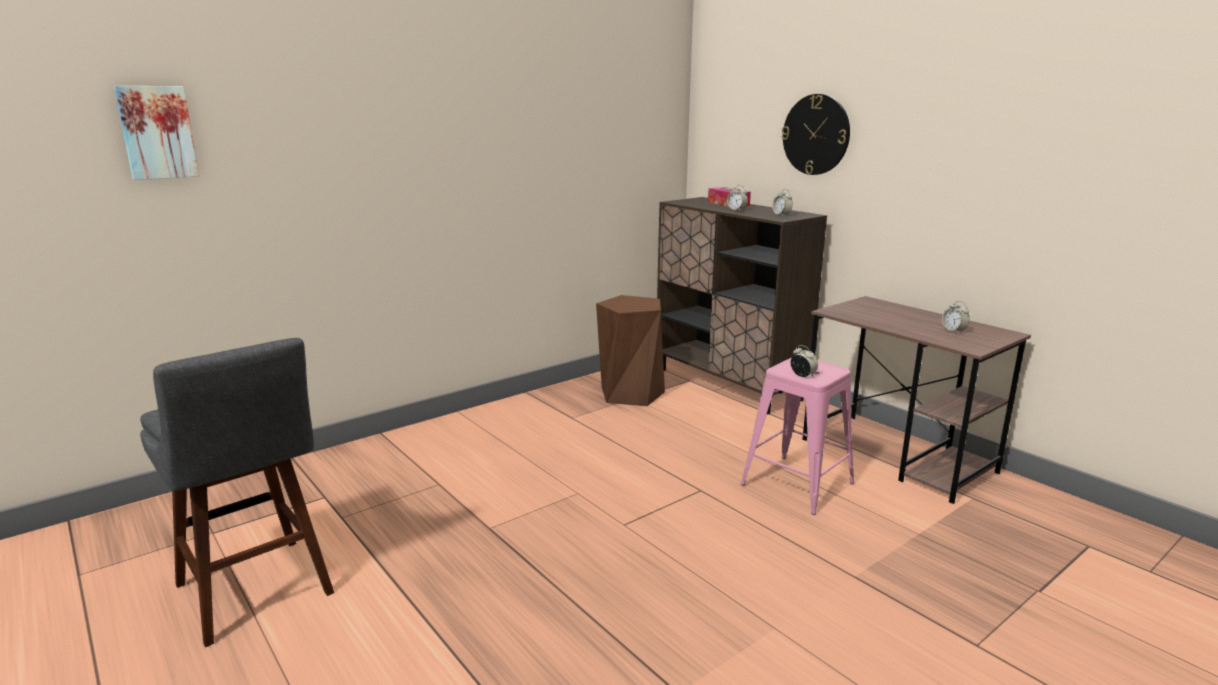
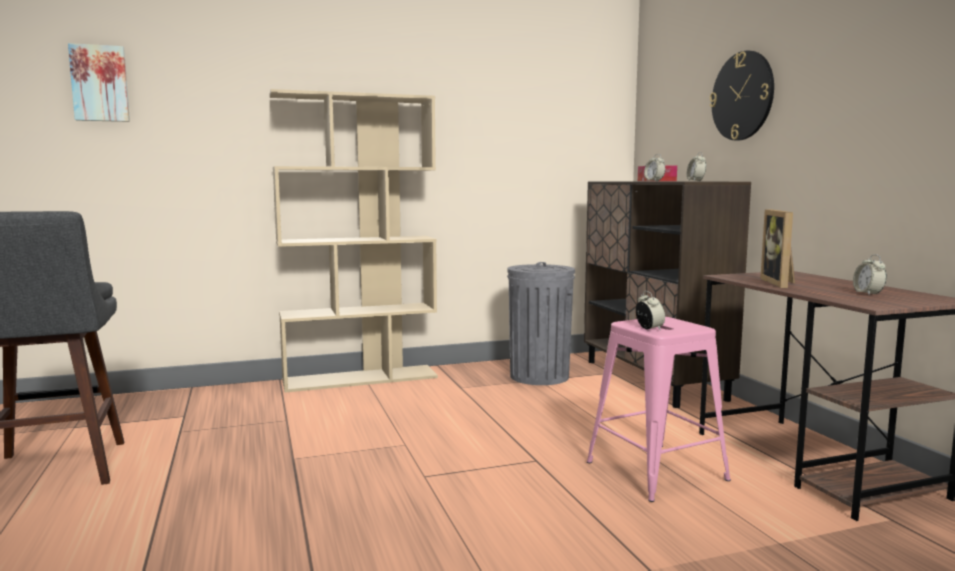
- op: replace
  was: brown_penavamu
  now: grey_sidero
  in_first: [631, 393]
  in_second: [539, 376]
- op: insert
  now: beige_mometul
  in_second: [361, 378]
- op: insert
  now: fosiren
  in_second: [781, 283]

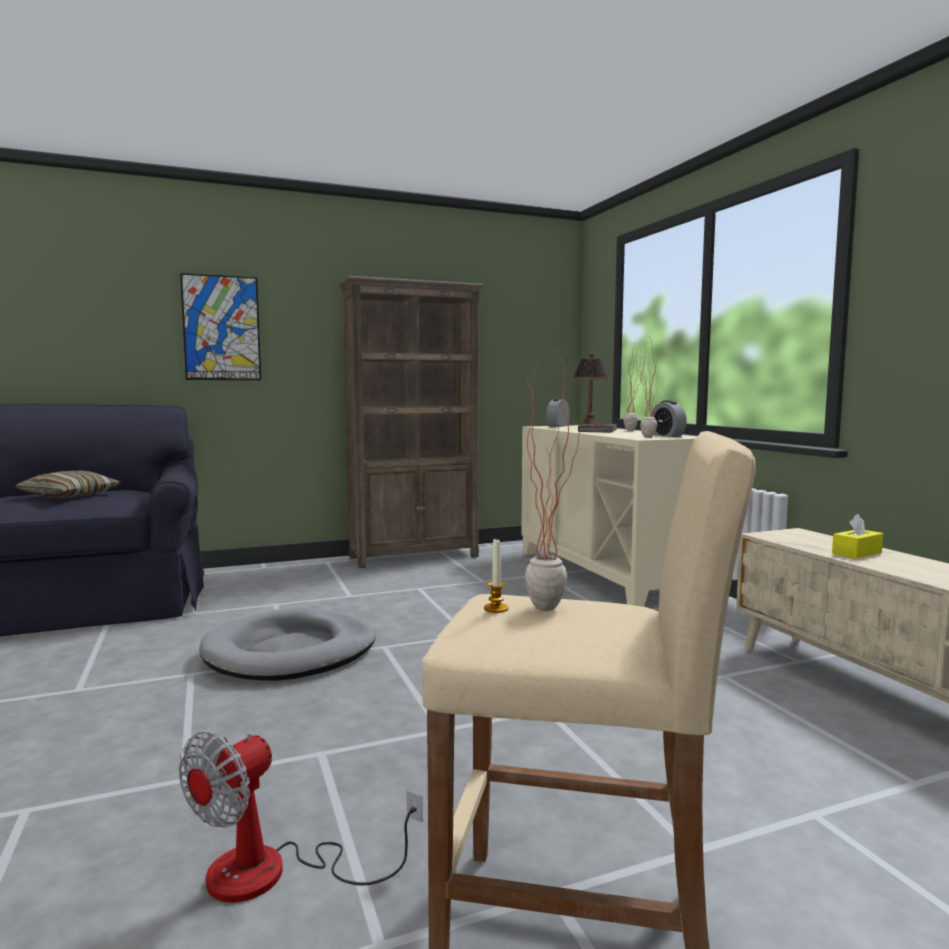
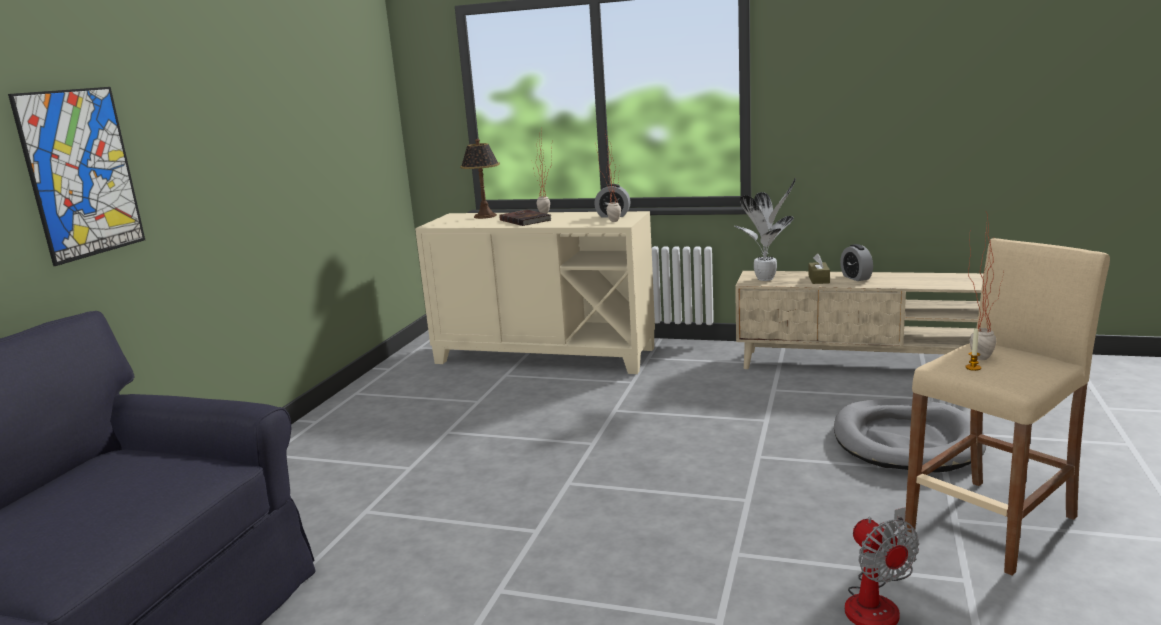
- op: delete
  was: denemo
  in_first: [70, 496]
- op: move
  was: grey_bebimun
  in_first: [291, 652]
  in_second: [906, 441]
- op: delete
  was: brown_mometul
  in_first: [415, 556]
- op: move
  was: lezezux
  in_first: [558, 426]
  in_second: [856, 277]
- op: recolor
  was: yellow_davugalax
  now: brown_davugalax
  in_first: [856, 553]
  in_second: [818, 279]
- op: insert
  now: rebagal
  in_second: [767, 279]

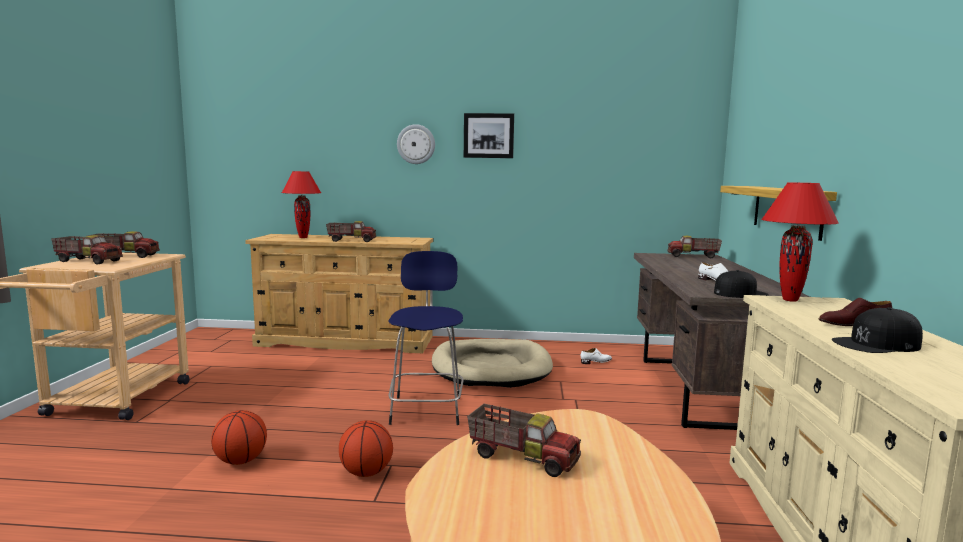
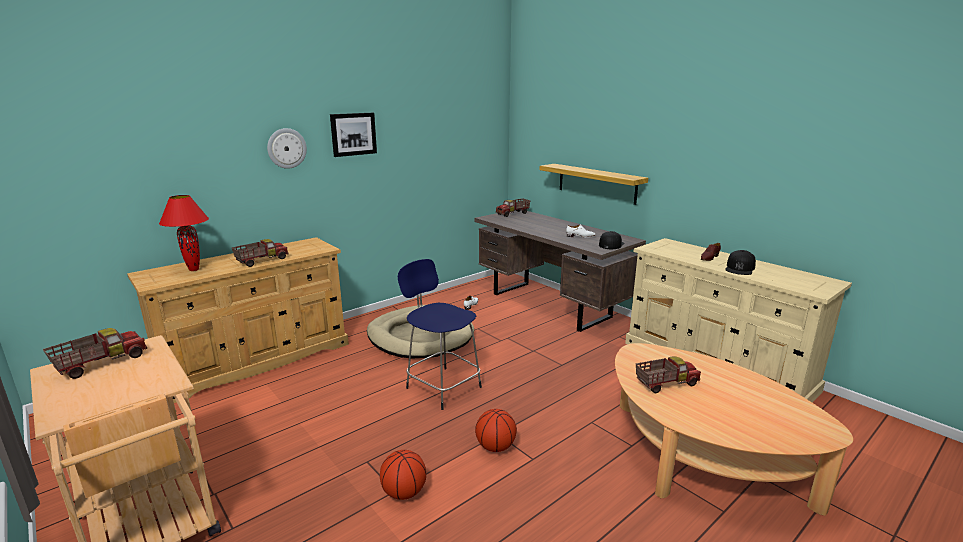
- op: delete
  was: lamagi
  in_first: [89, 261]
- op: delete
  was: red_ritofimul
  in_first: [791, 300]

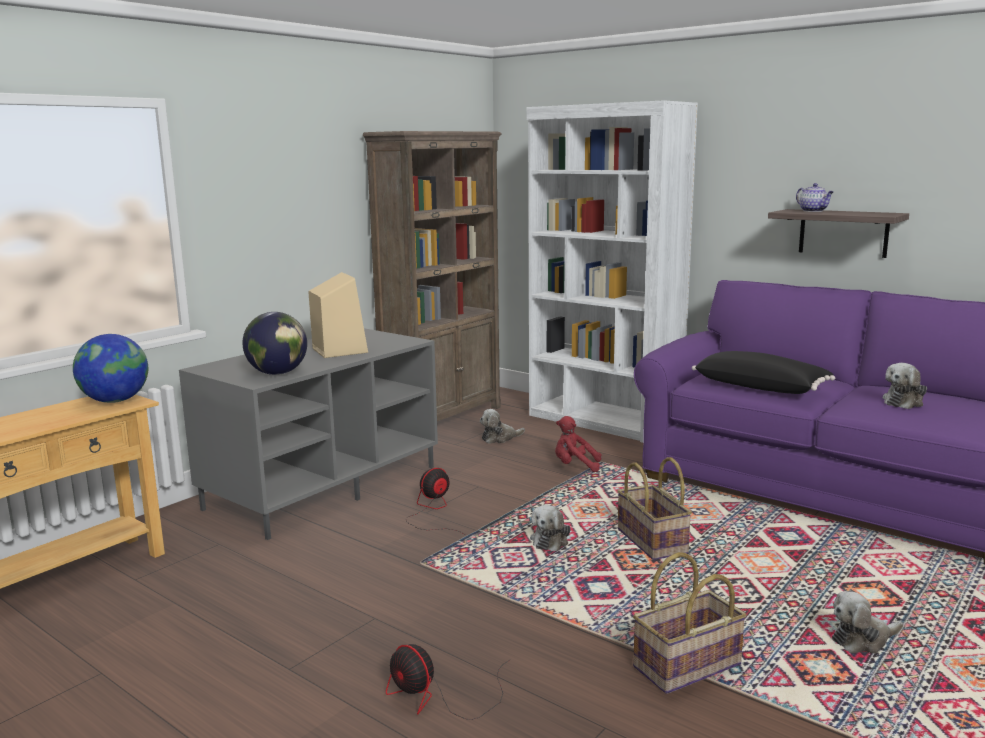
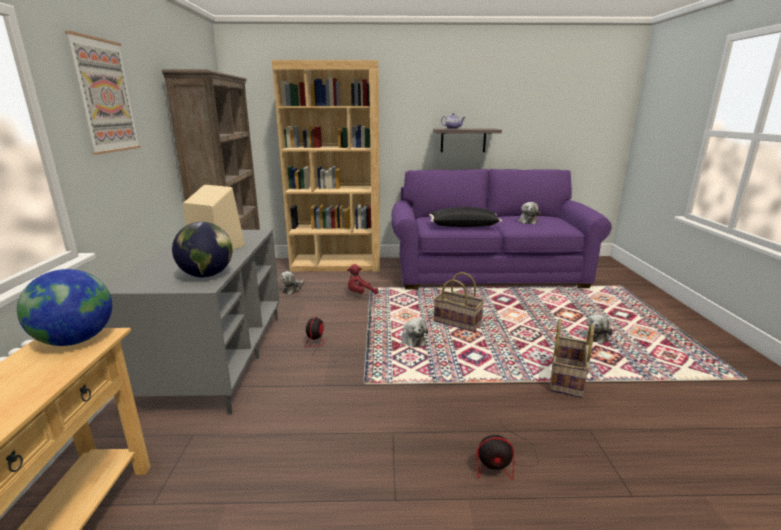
- op: recolor
  was: white_mometul
  now: brown_mometul
  in_first: [603, 421]
  in_second: [337, 265]
- op: insert
  now: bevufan
  in_second: [105, 96]

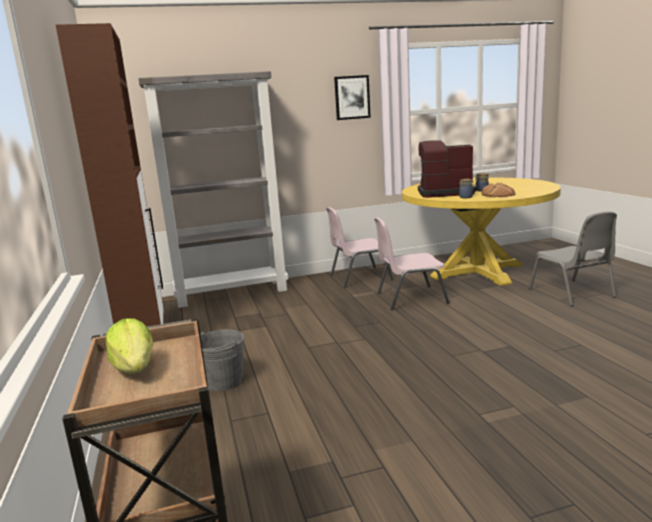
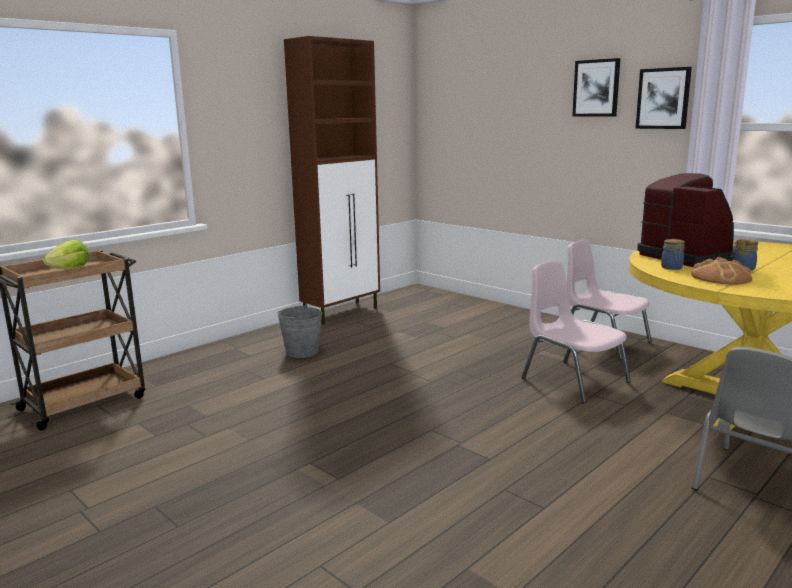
- op: delete
  was: grey_mometul
  in_first: [232, 293]
- op: insert
  now: bevufan
  in_second: [596, 88]

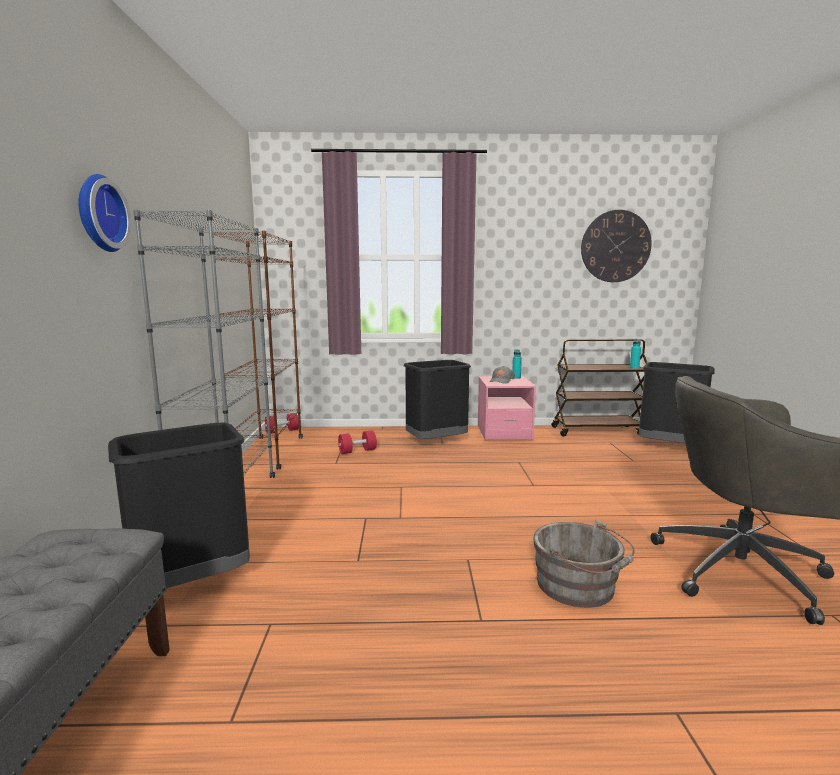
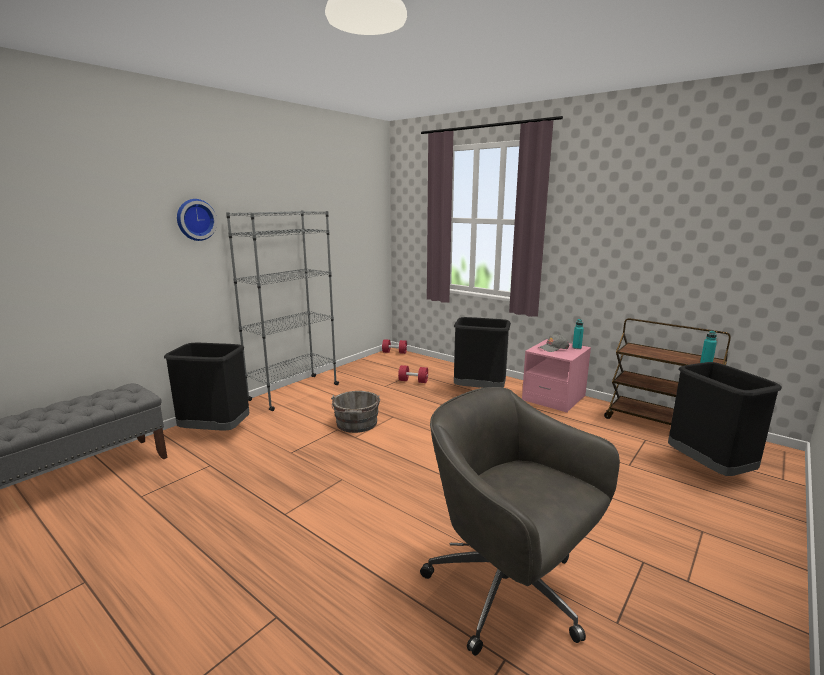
- op: delete
  was: brown_mometul
  in_first: [268, 453]
- op: move
  was: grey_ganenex
  in_first: [579, 587]
  in_second: [356, 424]
- op: delete
  was: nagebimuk
  in_first: [615, 246]

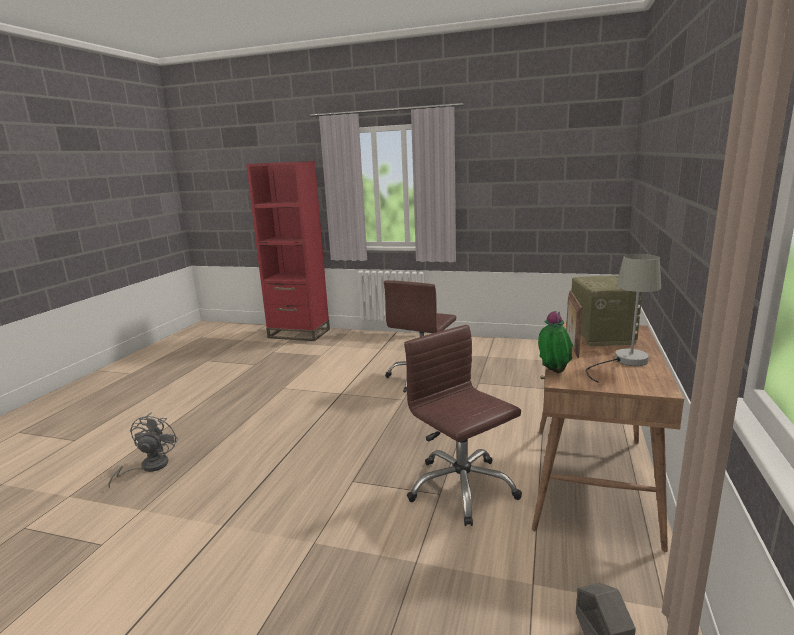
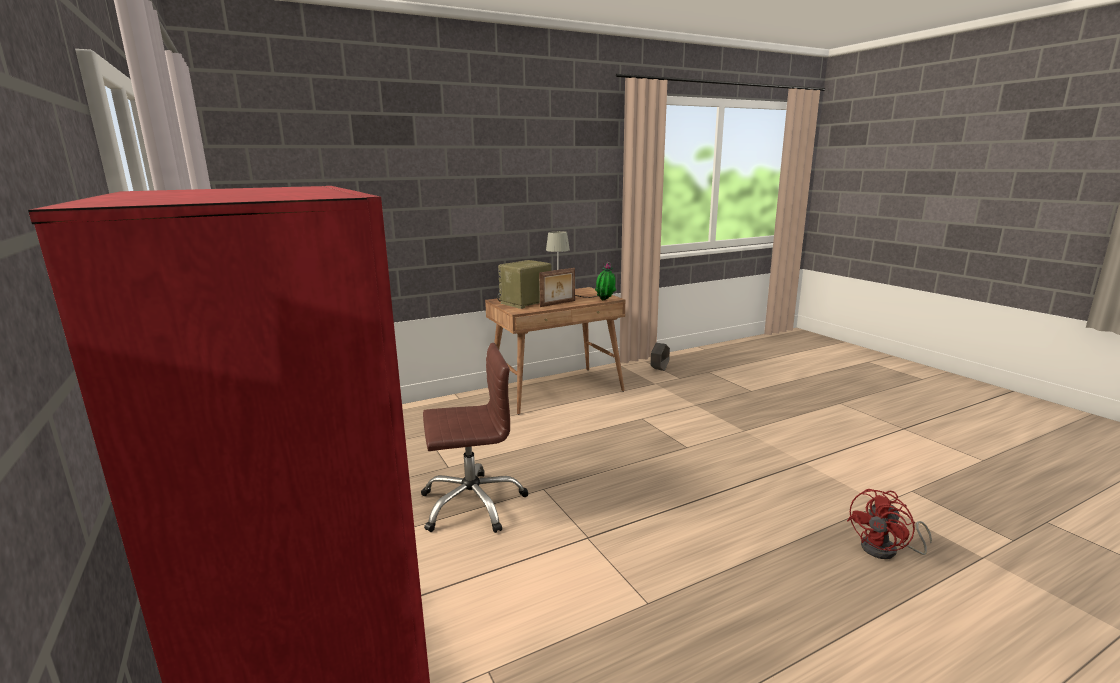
- op: recolor
  was: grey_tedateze
  now: red_tedateze
  in_first: [149, 467]
  in_second: [886, 550]
- op: delete
  was: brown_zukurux
  in_first: [461, 488]

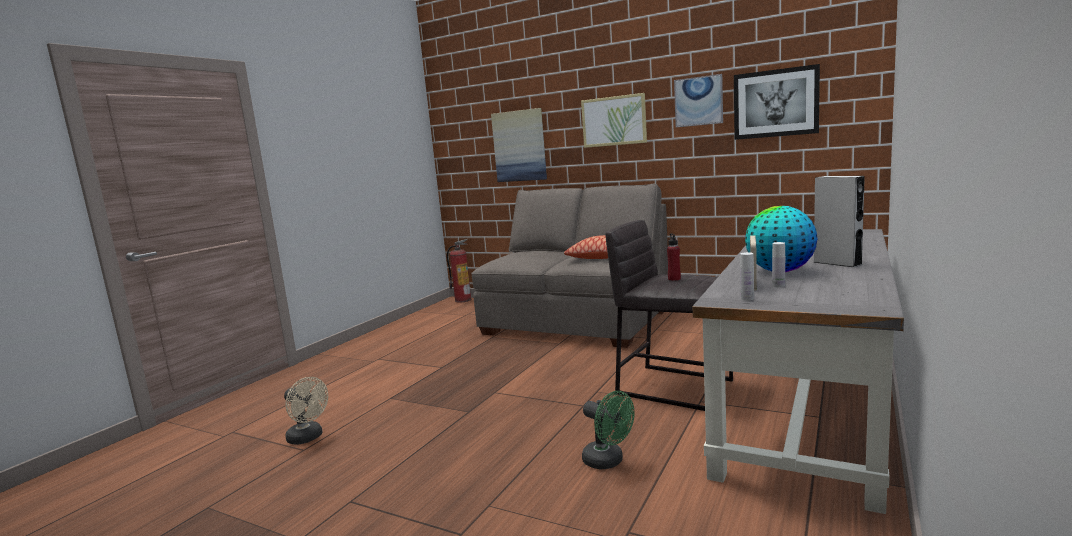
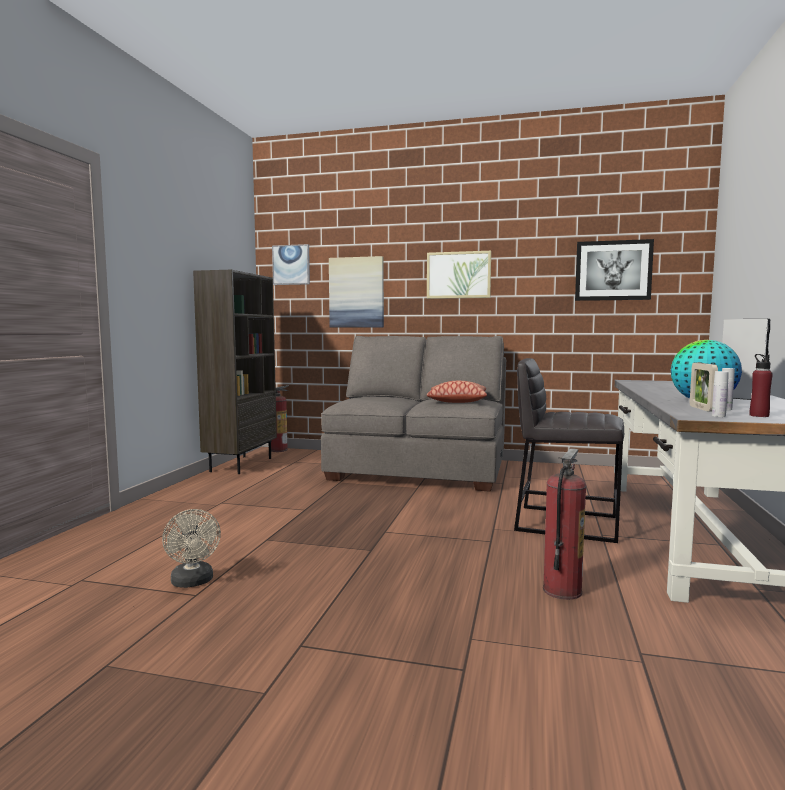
- op: rotate
  was: beige_tedateze
  in_first: [308, 438]
  in_second: [193, 582]
  clockwise: 45
- op: replace
  was: green_tedateze
  now: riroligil
  in_first: [608, 462]
  in_second: [561, 590]
- op: move
  was: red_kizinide
  in_first: [674, 279]
  in_second: [759, 415]
- op: move
  was: bevufan
  in_first: [698, 101]
  in_second: [291, 265]
- op: insert
  now: brown_mometul
  in_second: [241, 464]

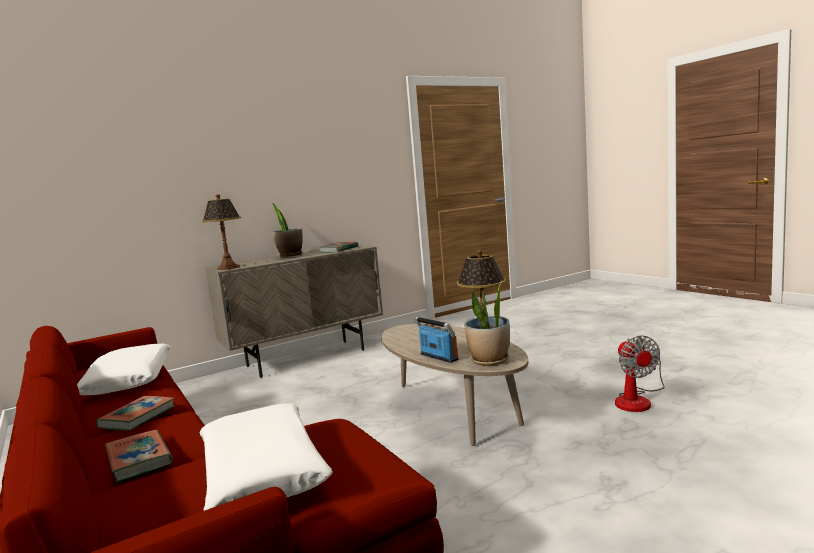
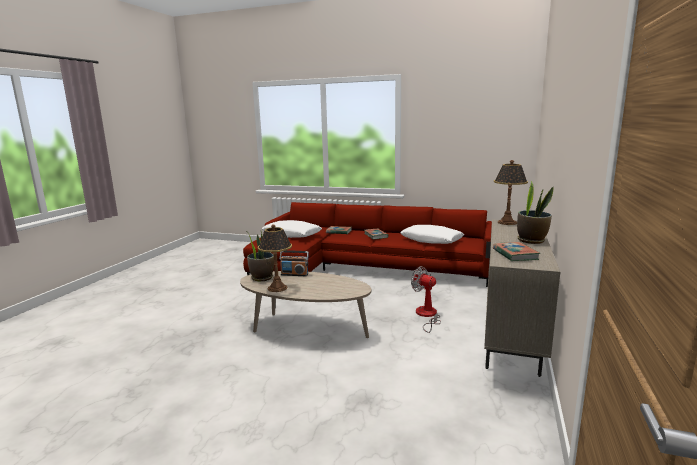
- op: move
  was: tedateze
  in_first: [637, 400]
  in_second: [427, 316]

